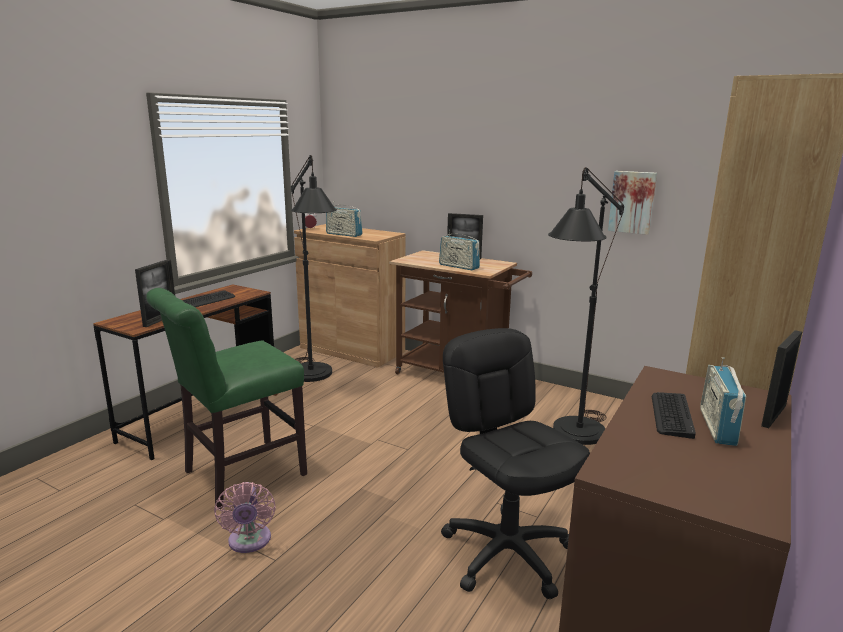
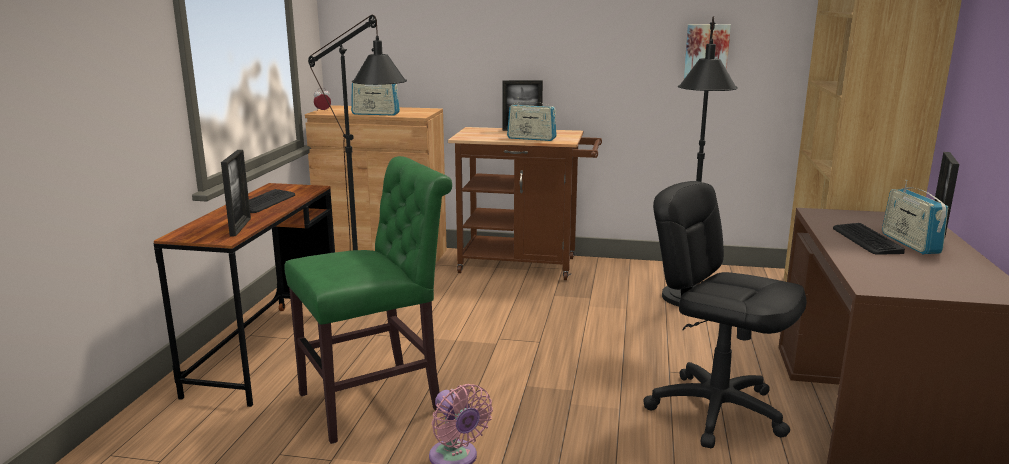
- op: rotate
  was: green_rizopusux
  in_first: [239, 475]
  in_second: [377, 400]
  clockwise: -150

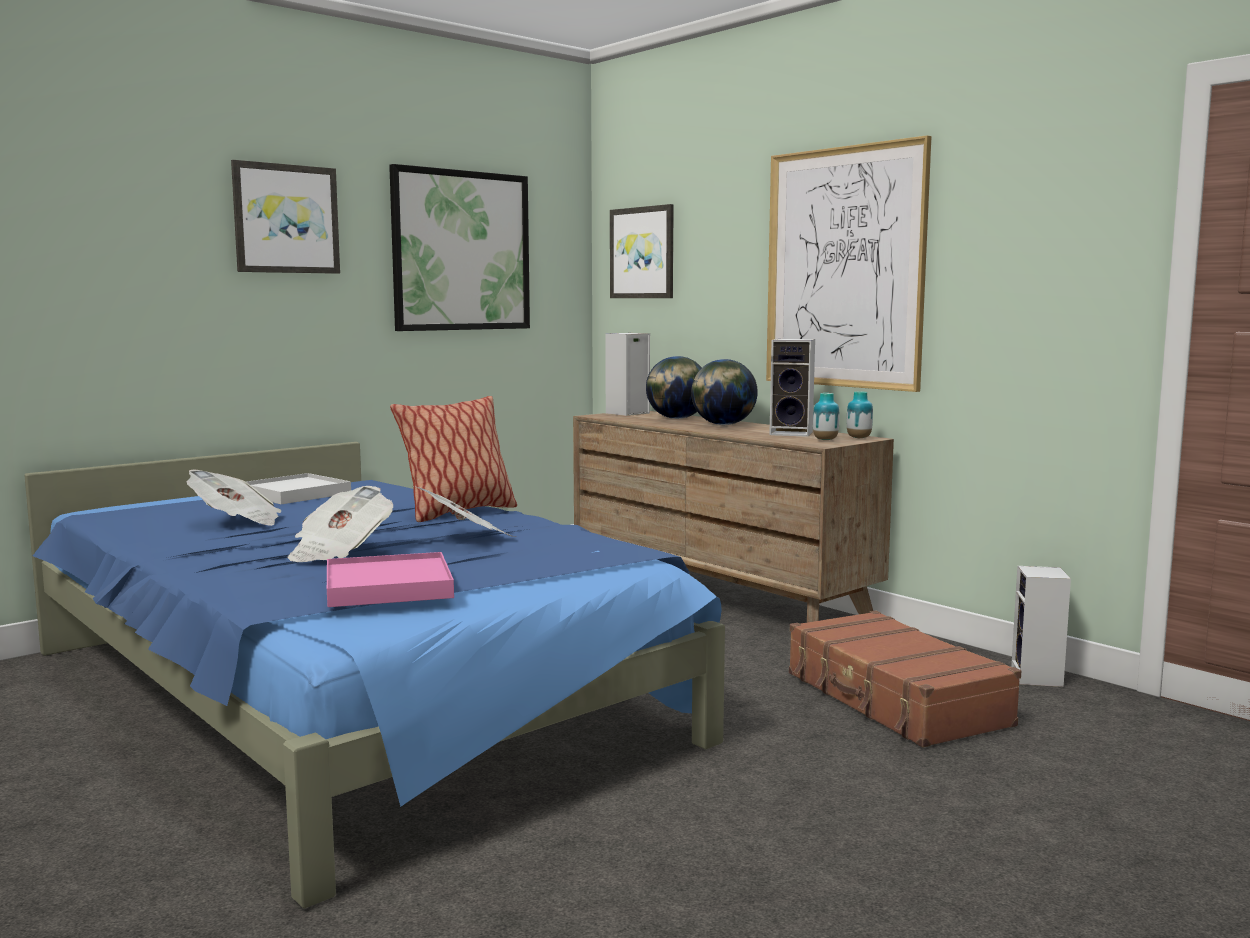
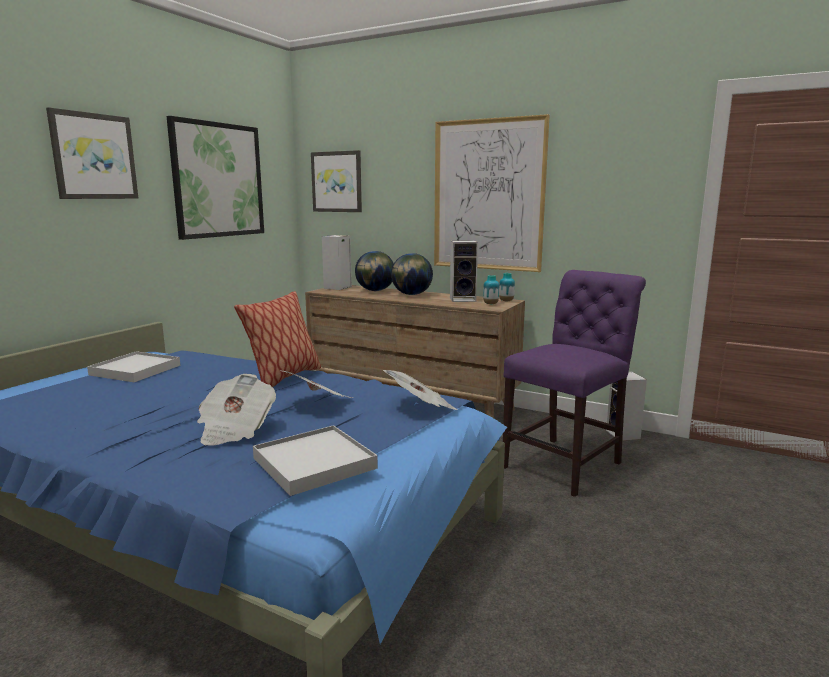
- op: move
  was: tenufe
  in_first: [237, 521]
  in_second: [421, 408]
- op: recolor
  was: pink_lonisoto
  now: white_lonisoto
  in_first: [389, 587]
  in_second: [314, 463]
- op: replace
  was: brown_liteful
  now: purple_rizopusux
  in_first: [894, 700]
  in_second: [567, 463]

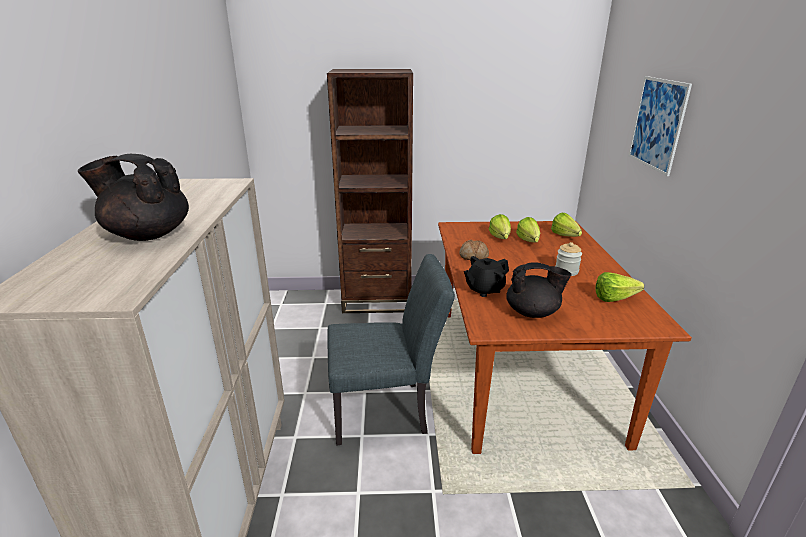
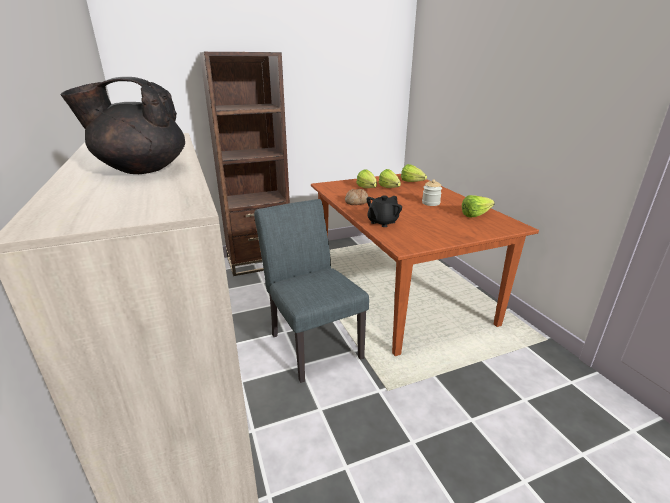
- op: rotate
  was: grey_rizopusux
  in_first: [387, 411]
  in_second: [312, 342]
  clockwise: -90
- op: delete
  was: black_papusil
  in_first: [533, 312]
- op: delete
  was: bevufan
  in_first: [657, 124]

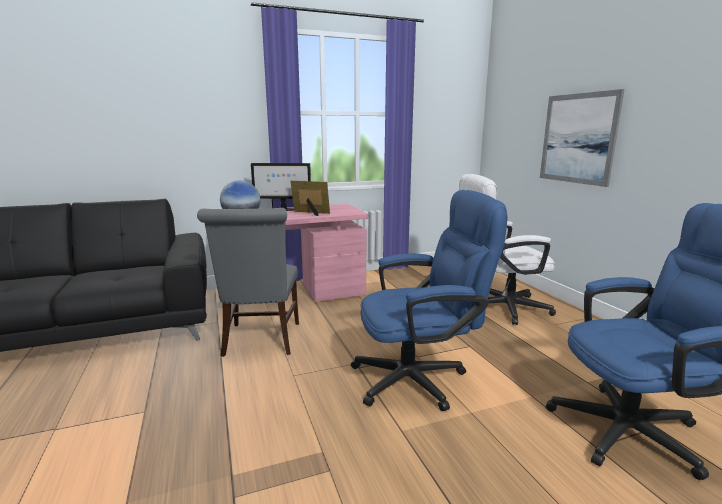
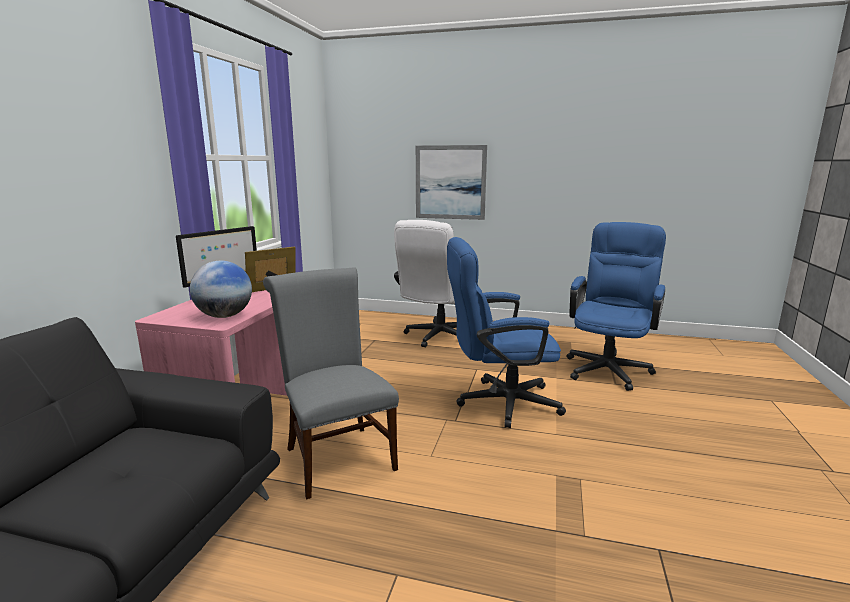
- op: rotate
  was: grey_rizopusux
  in_first: [261, 341]
  in_second: [336, 455]
  clockwise: -150
- op: rotate
  was: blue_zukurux
  in_first: [420, 378]
  in_second: [498, 403]
  clockwise: -120

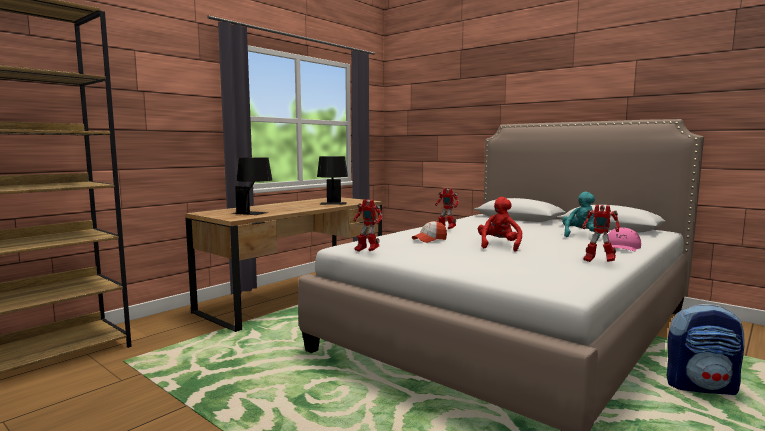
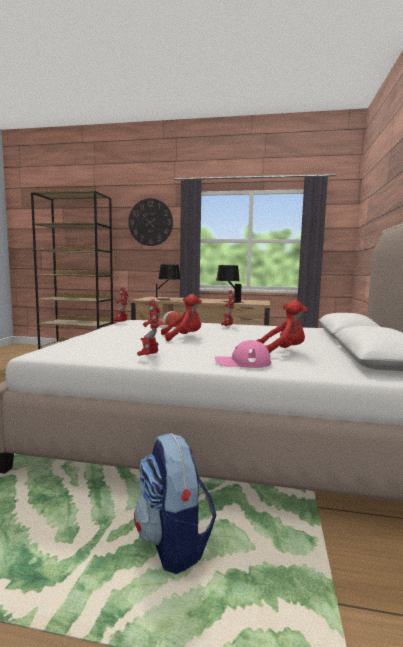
- op: recolor
  was: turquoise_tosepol
  now: red_tosepol
  in_first: [581, 236]
  in_second: [282, 352]
- op: insert
  now: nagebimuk
  in_second: [150, 222]

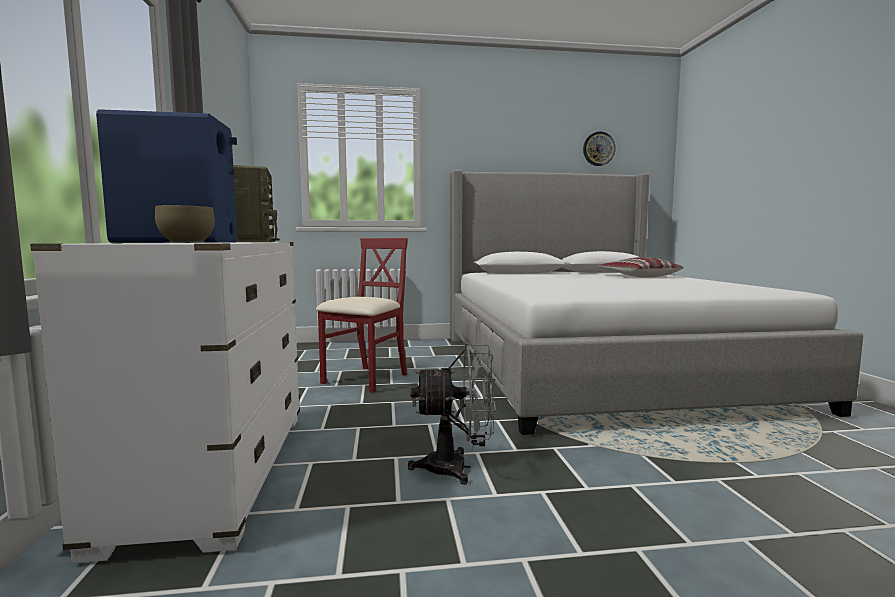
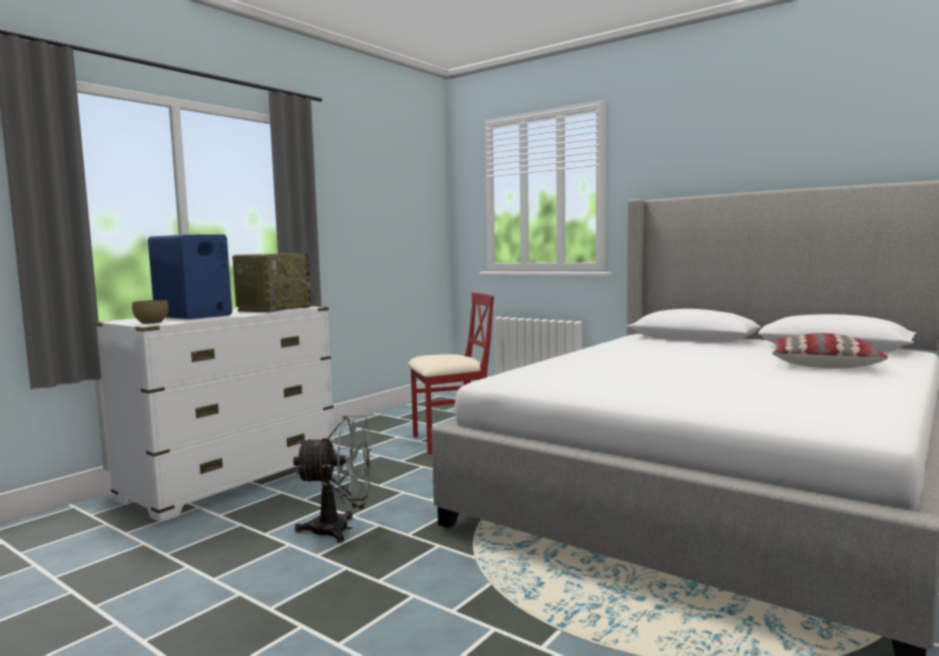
- op: rotate
  was: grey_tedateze
  in_first: [457, 468]
  in_second: [340, 529]
  clockwise: -45
- op: delete
  was: nagebimuk
  in_first: [598, 149]

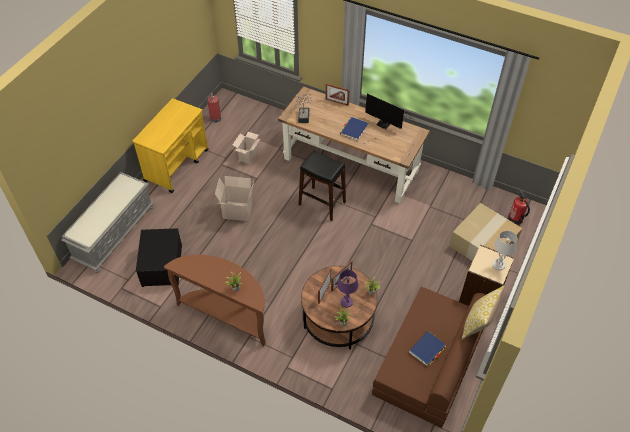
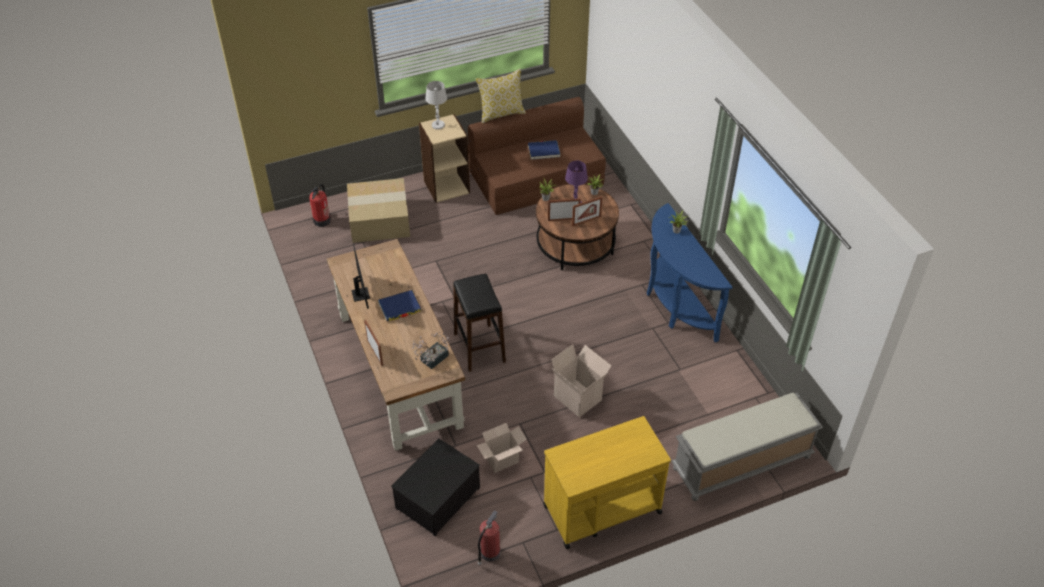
- op: move
  was: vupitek
  in_first: [161, 265]
  in_second: [438, 499]
- op: recolor
  was: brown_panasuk
  now: blue_panasuk
  in_first: [227, 314]
  in_second: [674, 305]

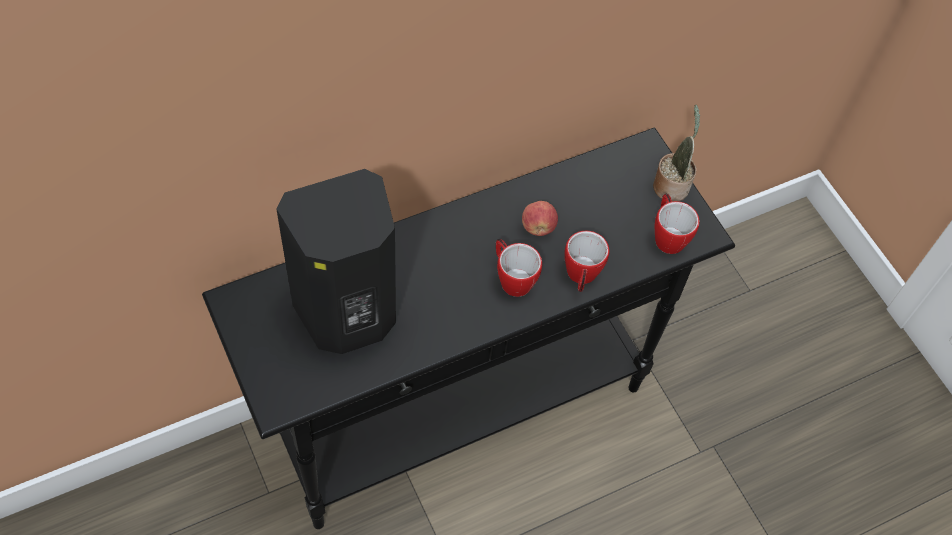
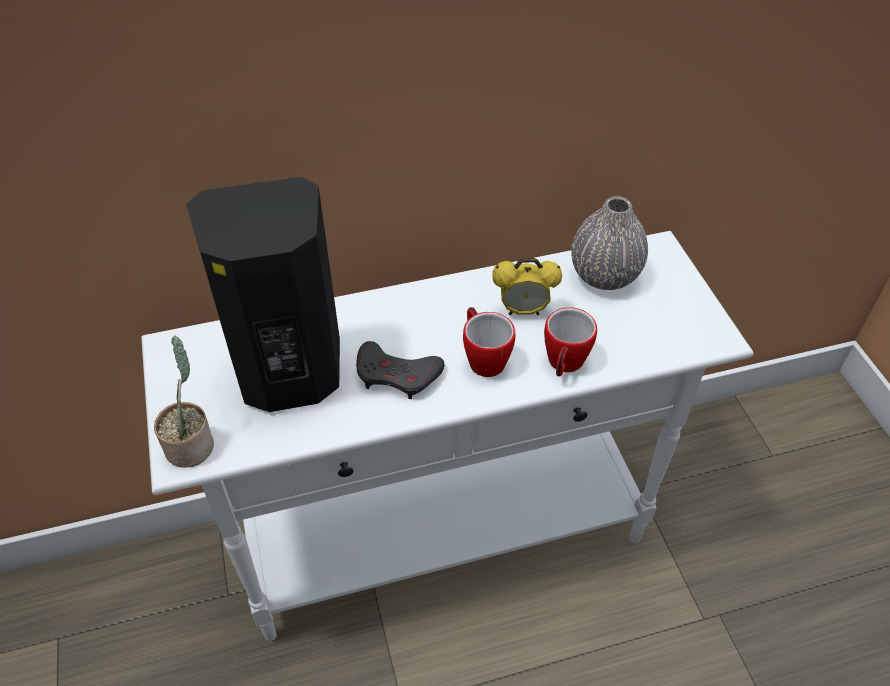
- op: recolor
  was: black_panasuk
  now: white_panasuk
  in_first: [461, 408]
  in_second: [445, 536]
- op: replace
  was: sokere
  now: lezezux
  in_first: [538, 227]
  in_second: [523, 310]
- op: move
  was: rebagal
  in_first: [671, 184]
  in_second: [192, 444]
- op: delete
  was: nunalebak
  in_first: [667, 235]
- op: insert
  now: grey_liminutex
  in_second: [397, 375]
- op: insert
  now: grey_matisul
  in_second: [604, 275]

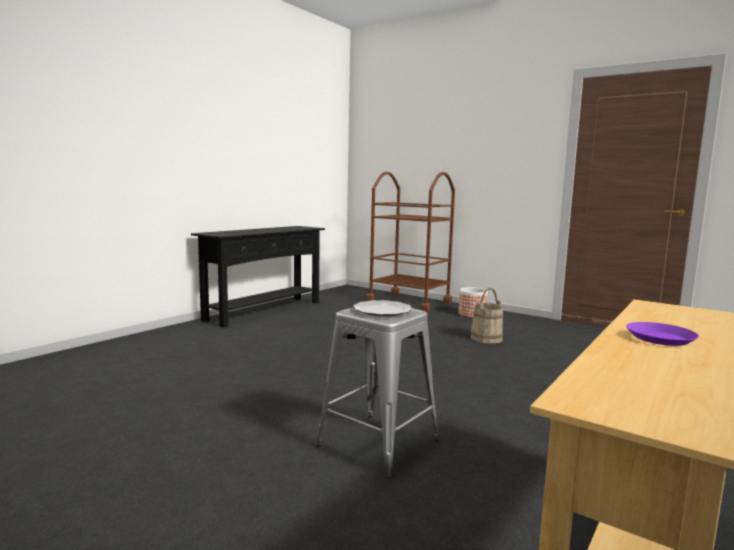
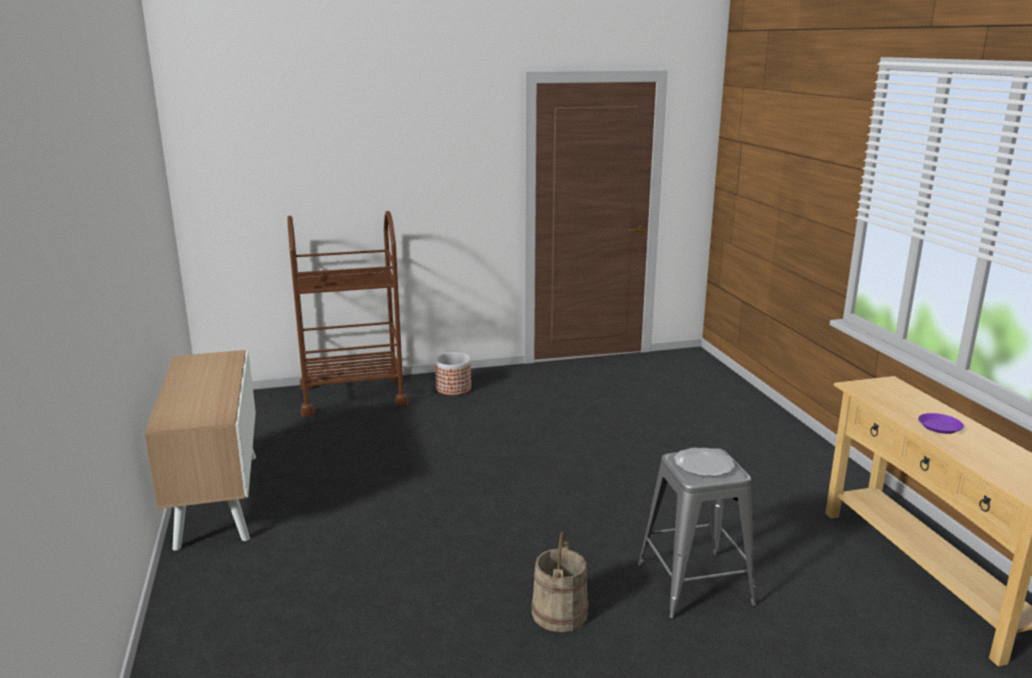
- op: replace
  was: black_panasuk
  now: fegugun
  in_first: [264, 311]
  in_second: [217, 498]
- op: move
  was: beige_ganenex
  in_first: [486, 338]
  in_second: [559, 613]

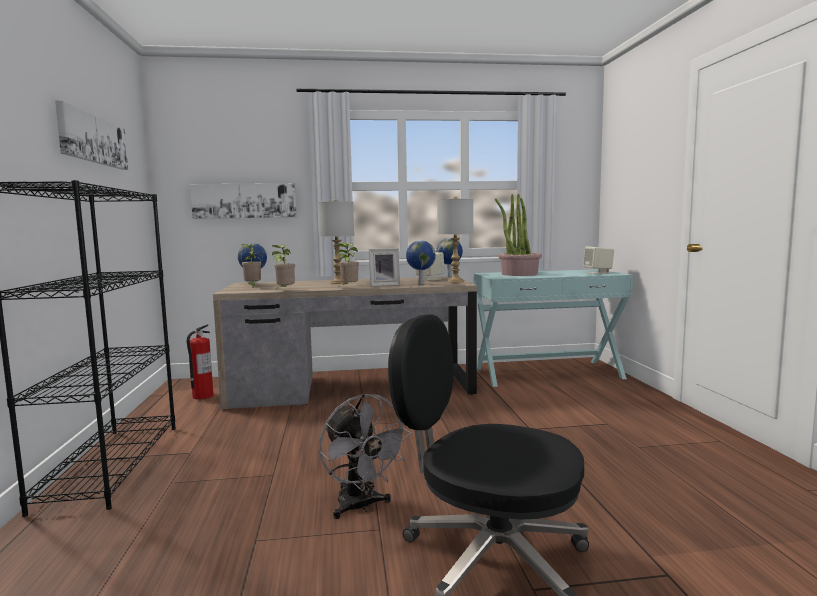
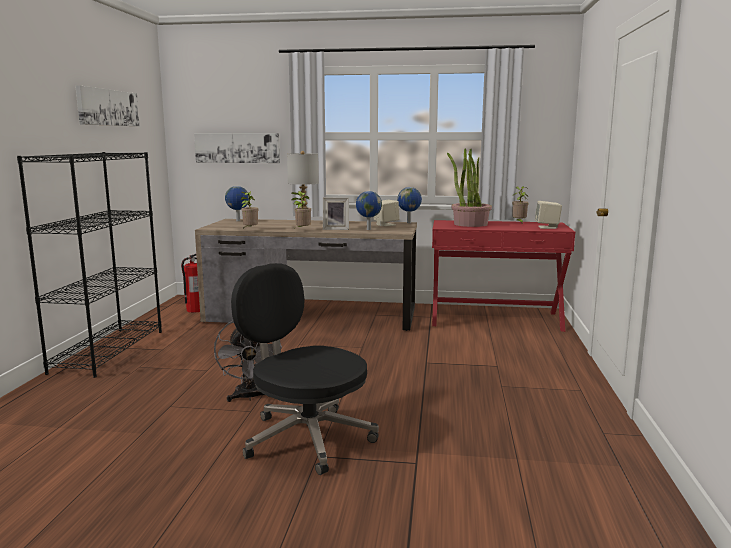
- op: move
  was: rebagal
  in_first: [252, 287]
  in_second: [519, 223]
- op: delete
  was: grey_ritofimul
  in_first: [455, 281]
- op: recolor
  was: turquoise_panasuk
  now: red_panasuk
  in_first: [547, 373]
  in_second: [495, 319]

